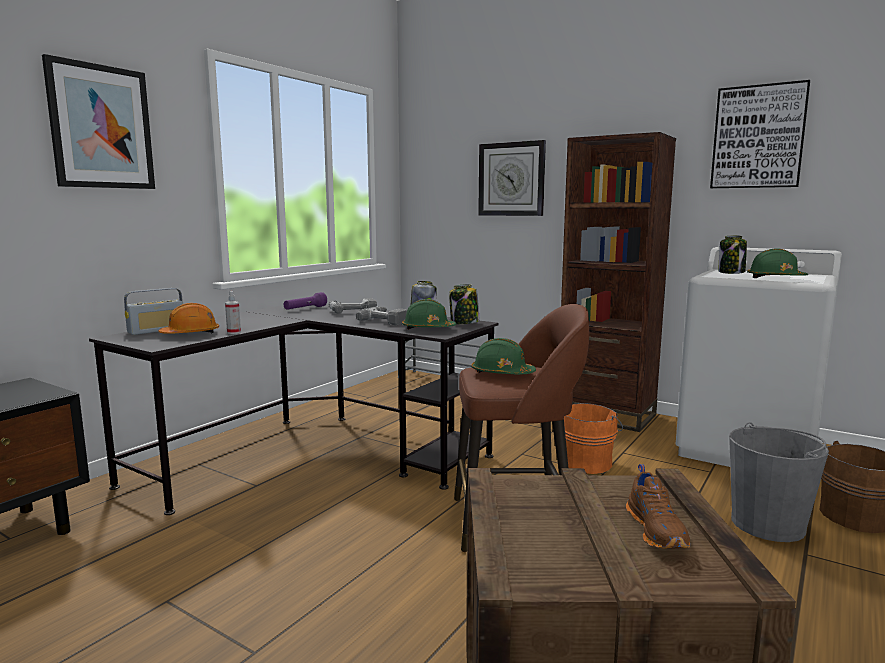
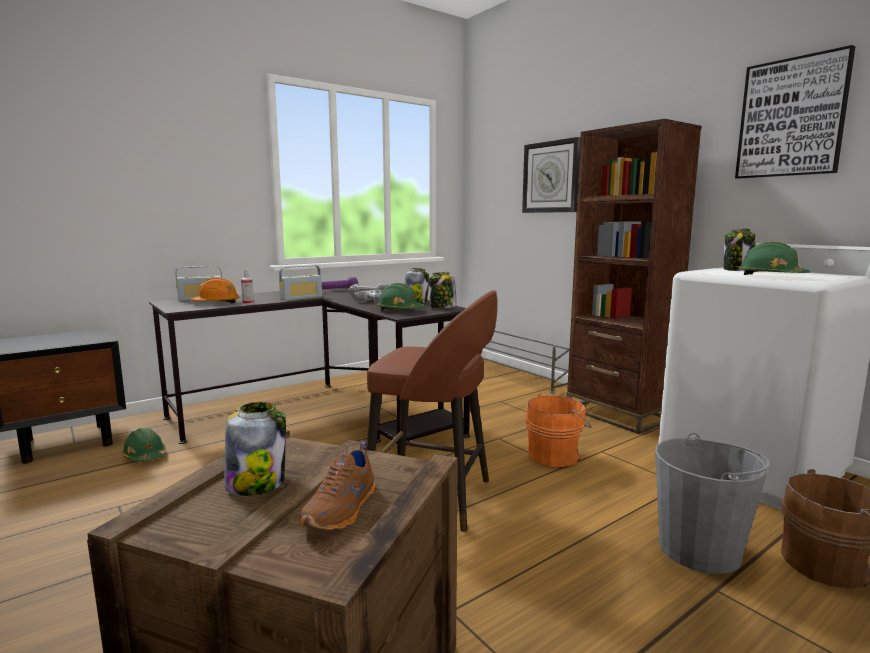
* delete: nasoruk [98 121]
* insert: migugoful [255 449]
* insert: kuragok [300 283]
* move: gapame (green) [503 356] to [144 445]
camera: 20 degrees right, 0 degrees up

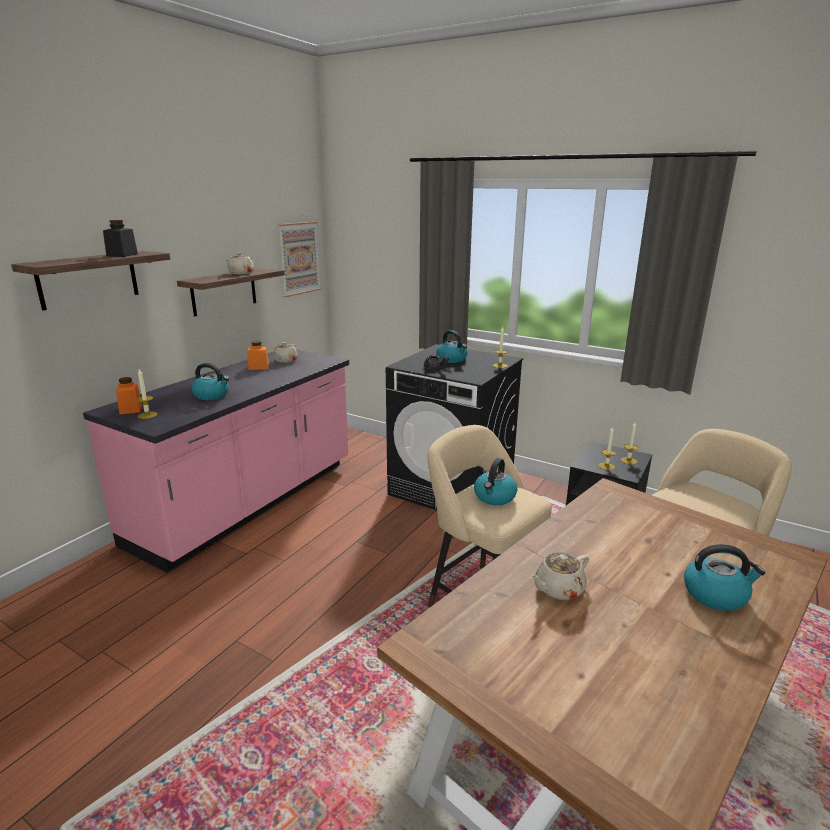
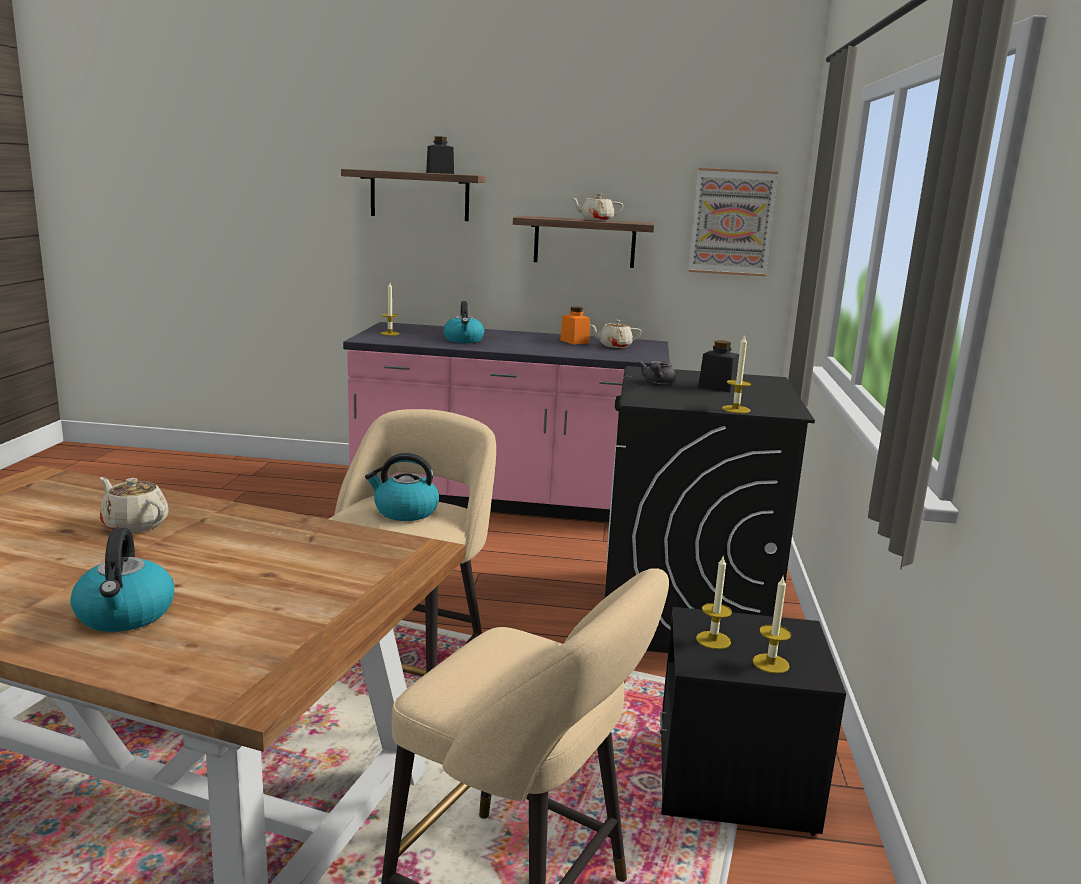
* delete: migugoful (orange) [129 395]
* replace: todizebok [451 346] to migugoful (black) [718 366]
camera: 65 degrees right, 5 degrees down

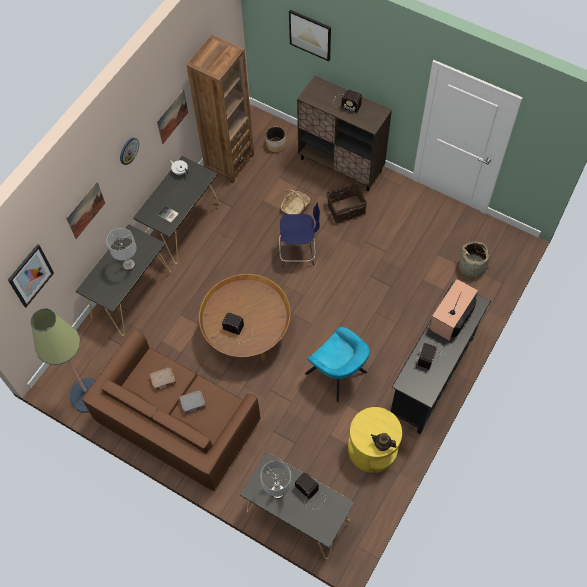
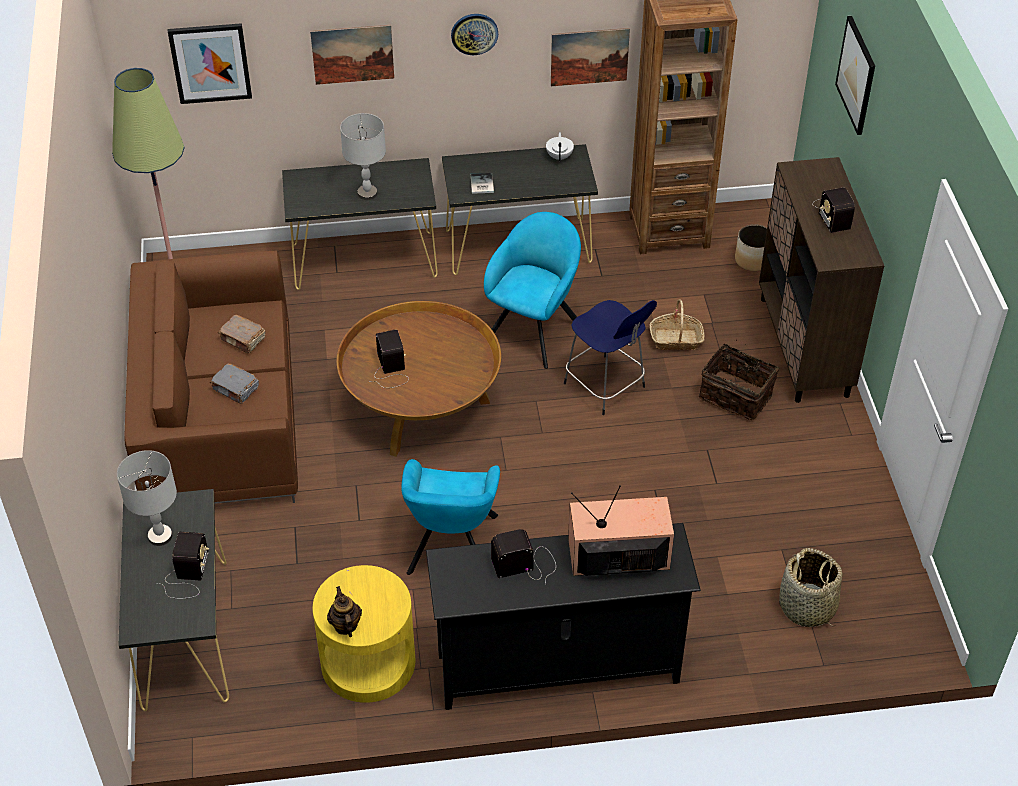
* insert: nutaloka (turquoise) [532 290]
camera: 50 degrees right, 15 degrees down

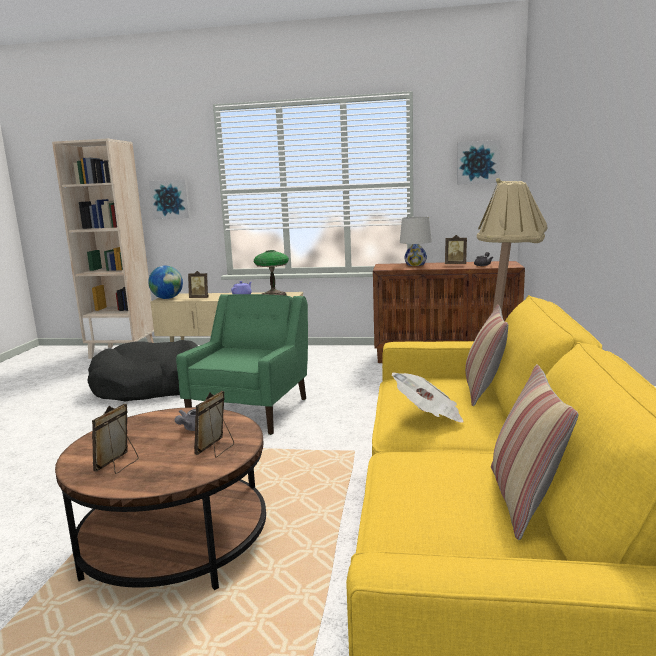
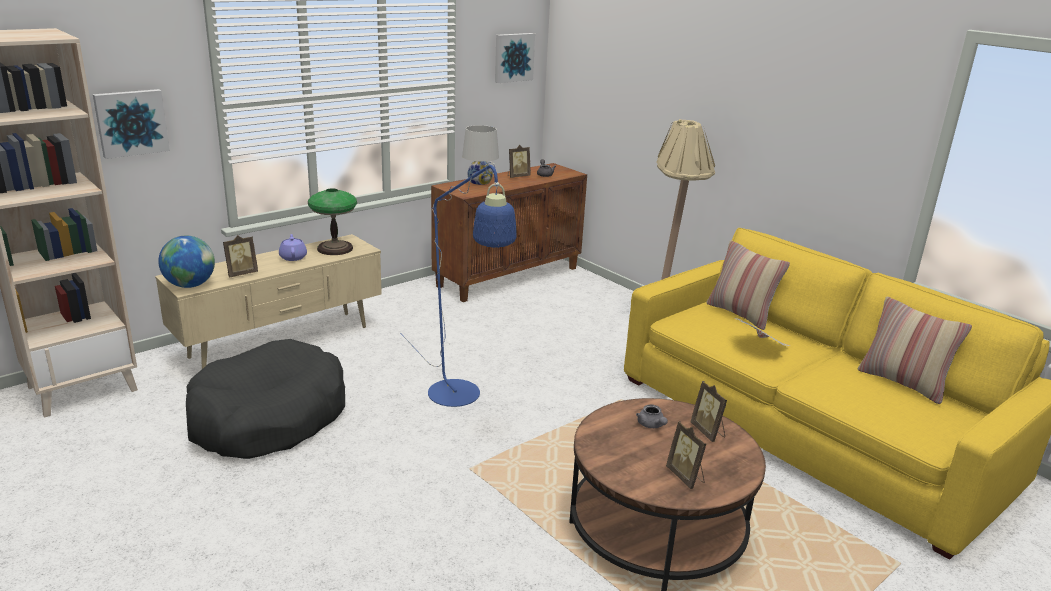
* replace: nutaloka (green) [242 364] to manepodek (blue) [459 284]
camera: 50 degrees left, 10 degrees up

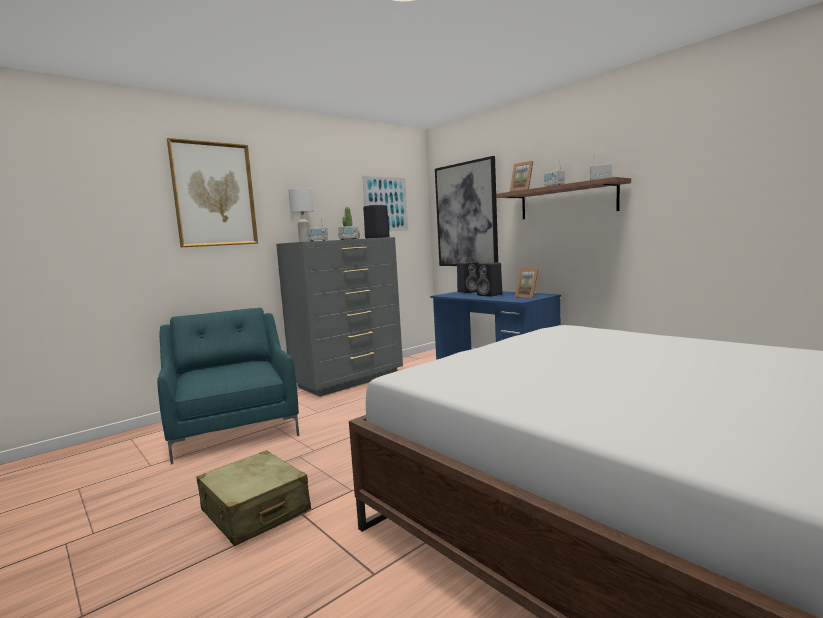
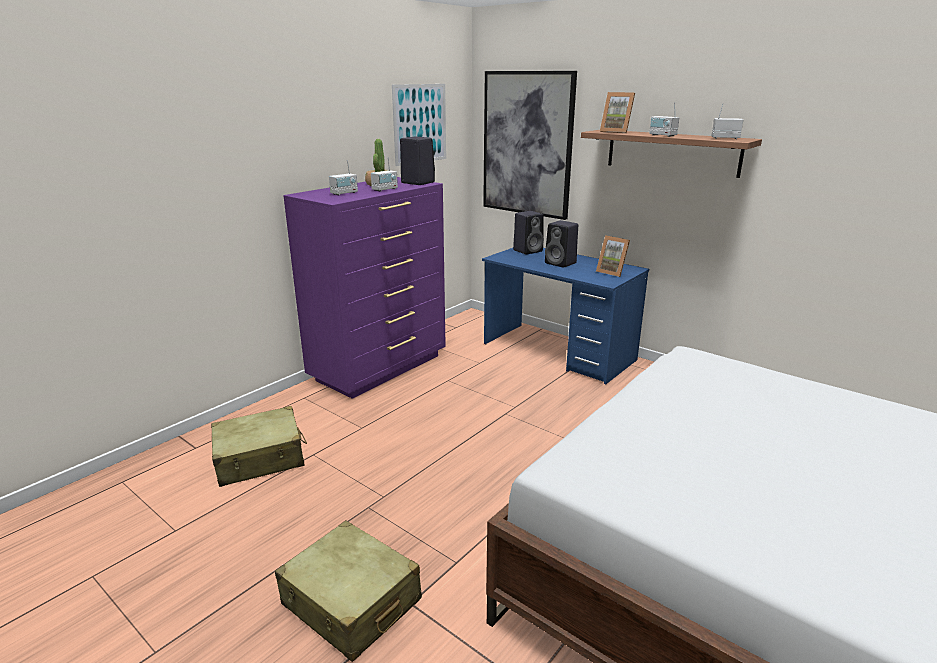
* delete: nasoruk [212 192]
* delete: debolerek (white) [301 215]
* replace: nutaloka (turquoise) [228 385] to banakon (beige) [259 446]
* recolor: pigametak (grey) [339 317] to pigametak (purple) [364 288]
camera: 10 degrees left, 15 degrees up

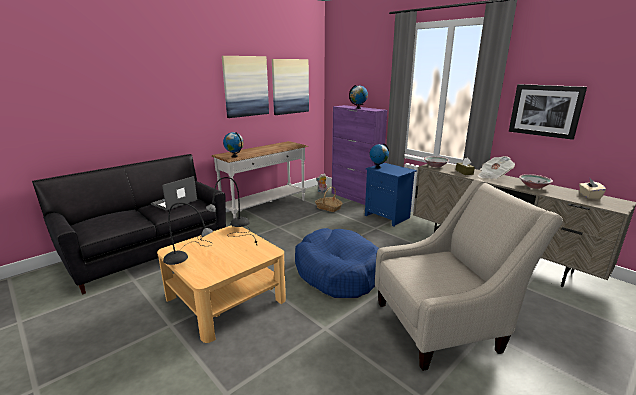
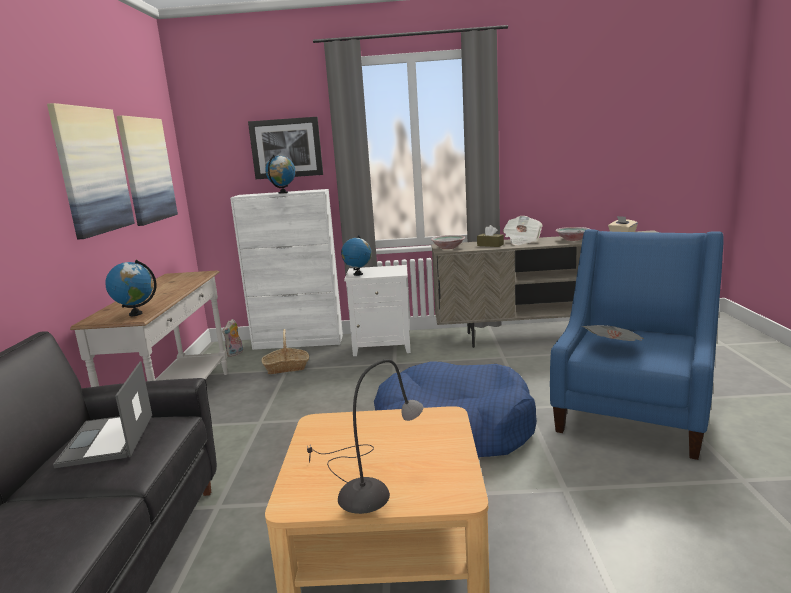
* delete: debolerek (grey) [231 211]
* insert: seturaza [613 333]
* move: nasoruk [548 112] to [285 148]
* recolor: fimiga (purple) [359 155] to fimiga (white) [286 269]
* recolor: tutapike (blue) [391 195] to tutapike (white) [377 310]
* recolor: nutaloka (beige) [469 275] to nutaloka (blue) [637 344]
camera: 45 degrees left, 5 degrees down

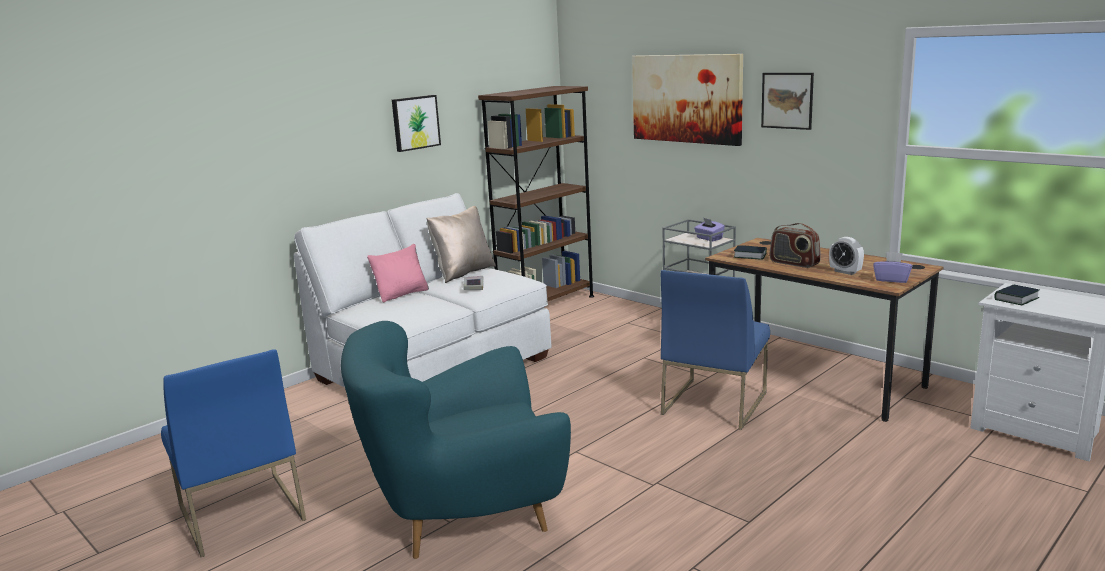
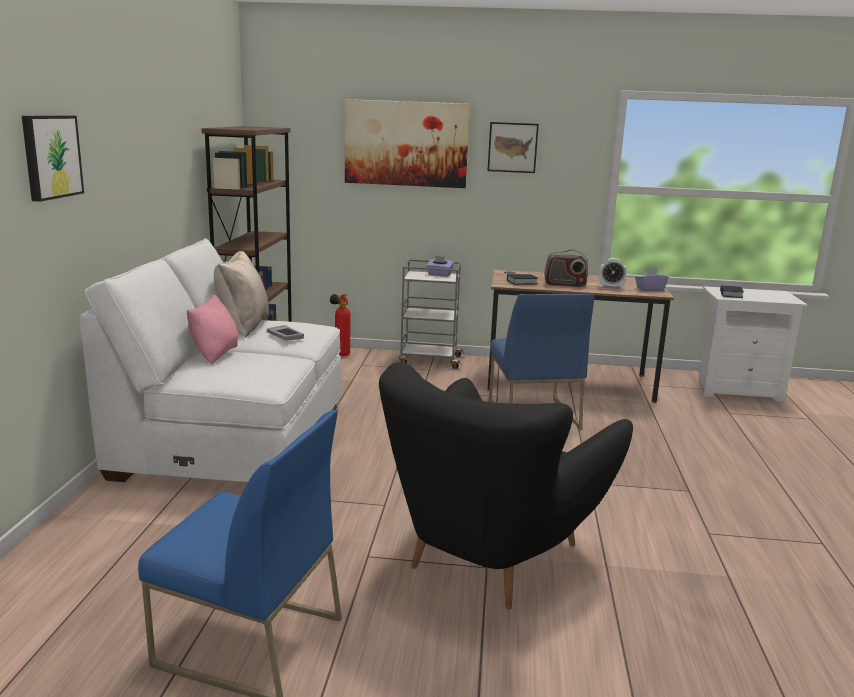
* insert: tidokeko [340 325]
* move: nasoruk [416 123] to [53 158]
* recolor: nutaloka (turquoise) [456 440] to nutaloka (black) [506 486]
camera: 40 degrees left, 0 degrees up

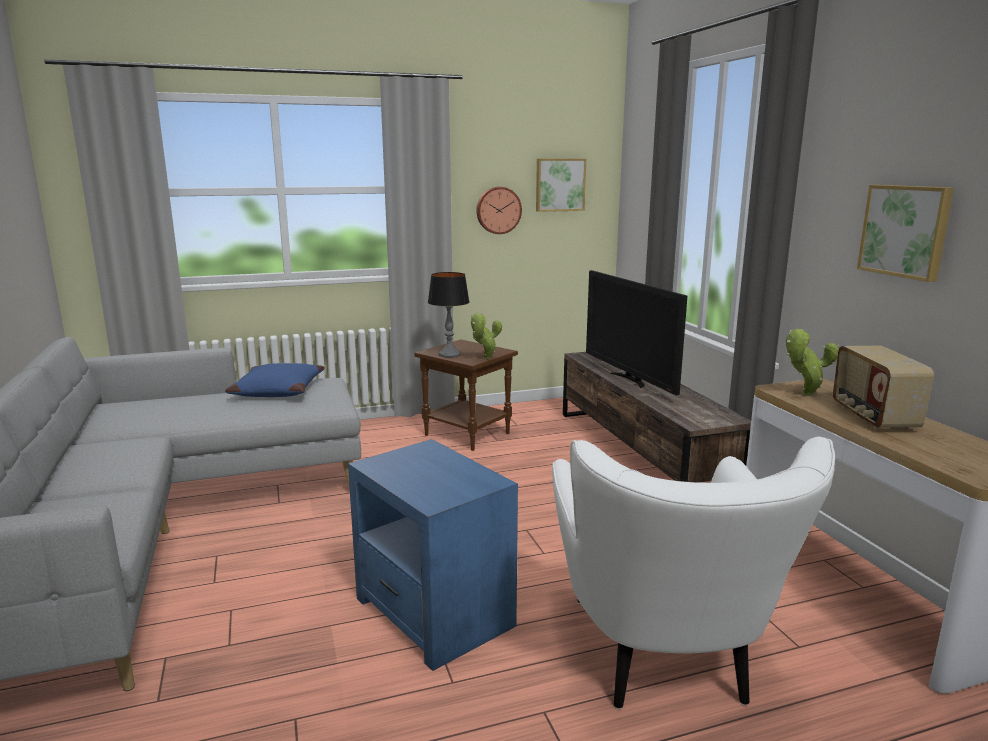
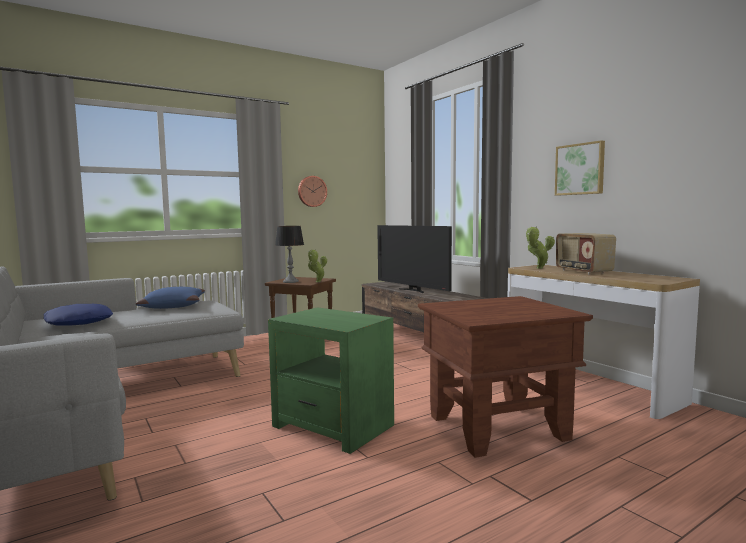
* delete: nasoruk [561 185]
* insert: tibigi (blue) [78 315]
* replace: nutaloka (white) [693 572] to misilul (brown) [505 377]
* recolor: misilul (blue) [433 555] to misilul (green) [331 380]
camera: 15 degrees left, 10 degrees down

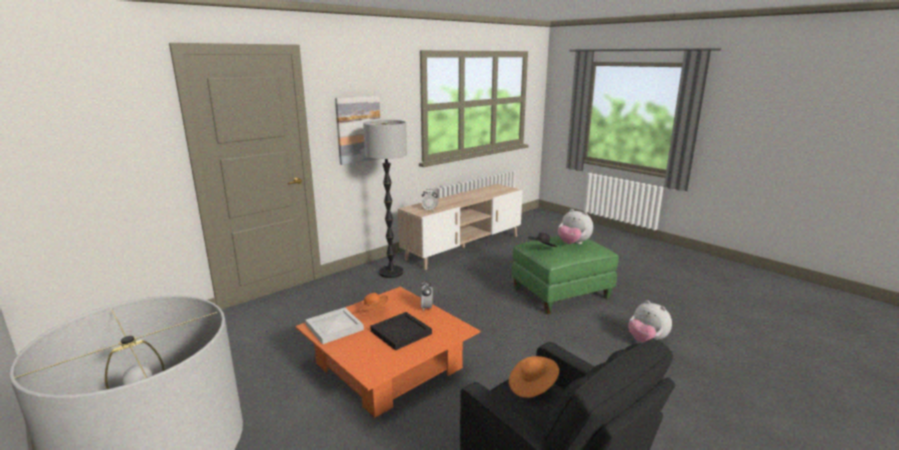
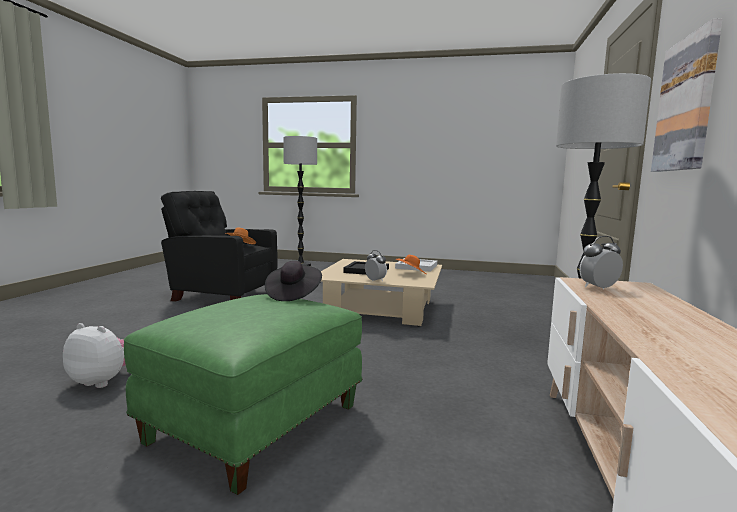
* delete: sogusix [575 226]
* recolor: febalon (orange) [387 352] to febalon (beige) [381 293]
camera: 145 degrees right, 10 degrees down

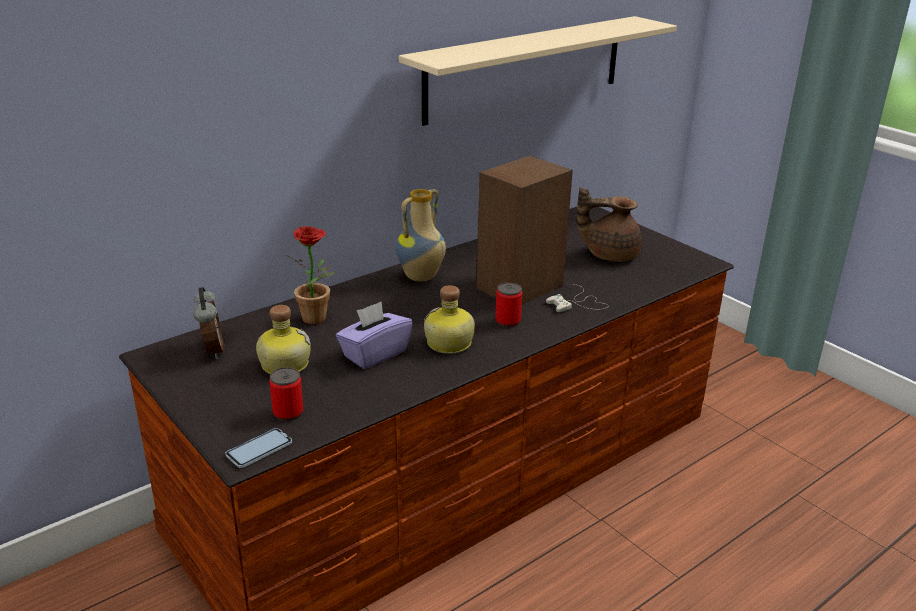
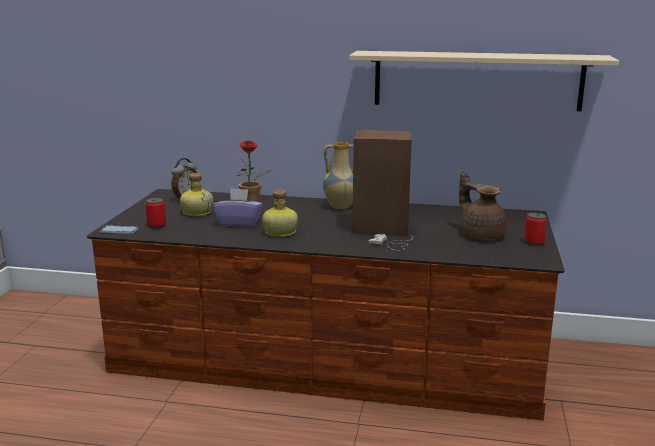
* move: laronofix [508 304] to [535 229]
camera: 50 degrees right, 10 degrees down

